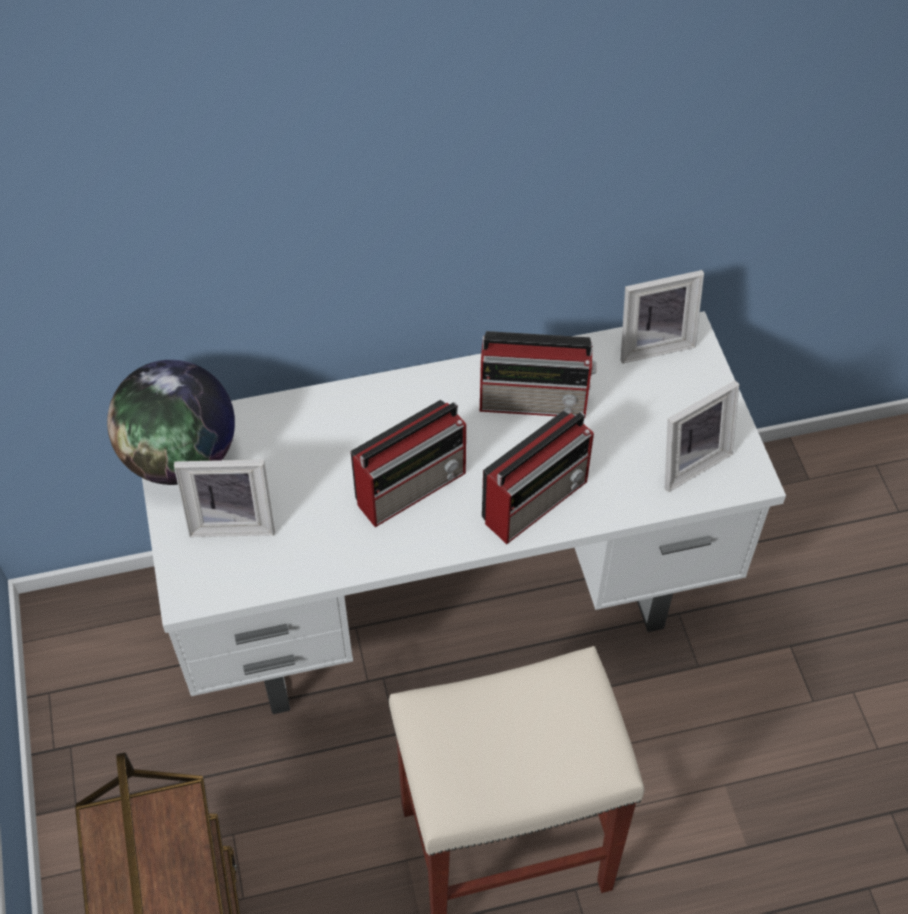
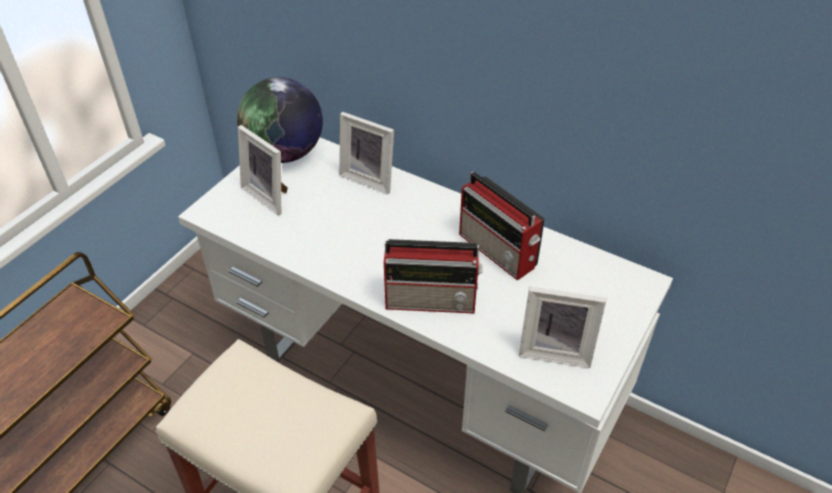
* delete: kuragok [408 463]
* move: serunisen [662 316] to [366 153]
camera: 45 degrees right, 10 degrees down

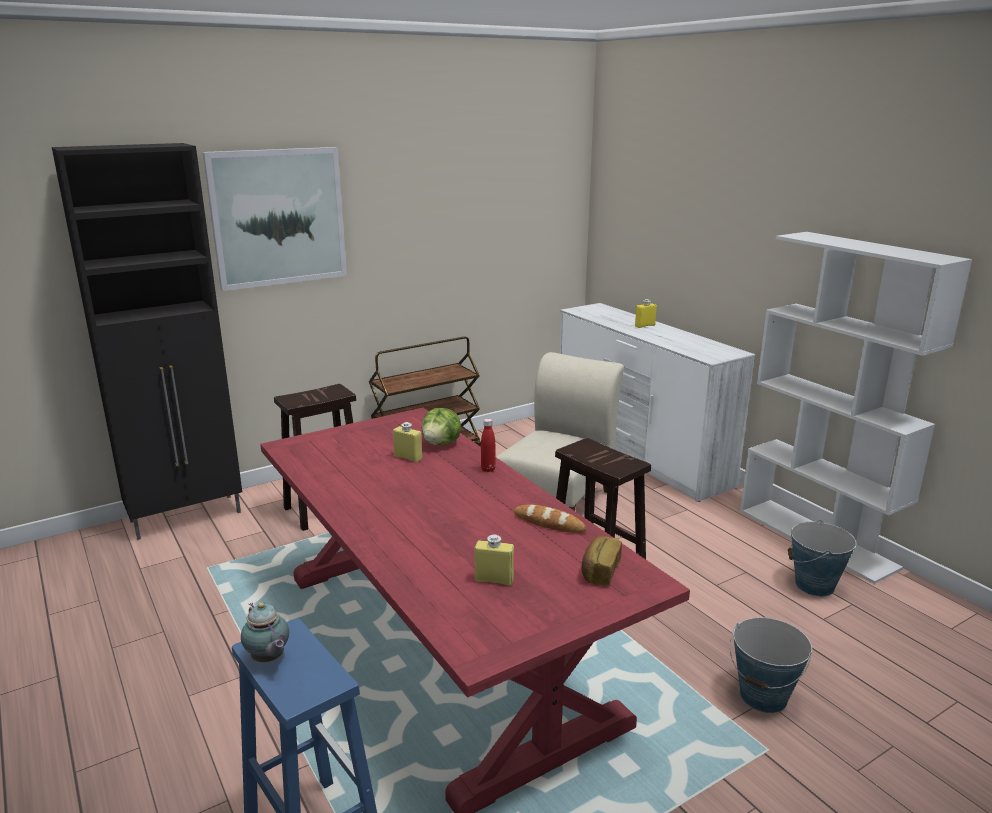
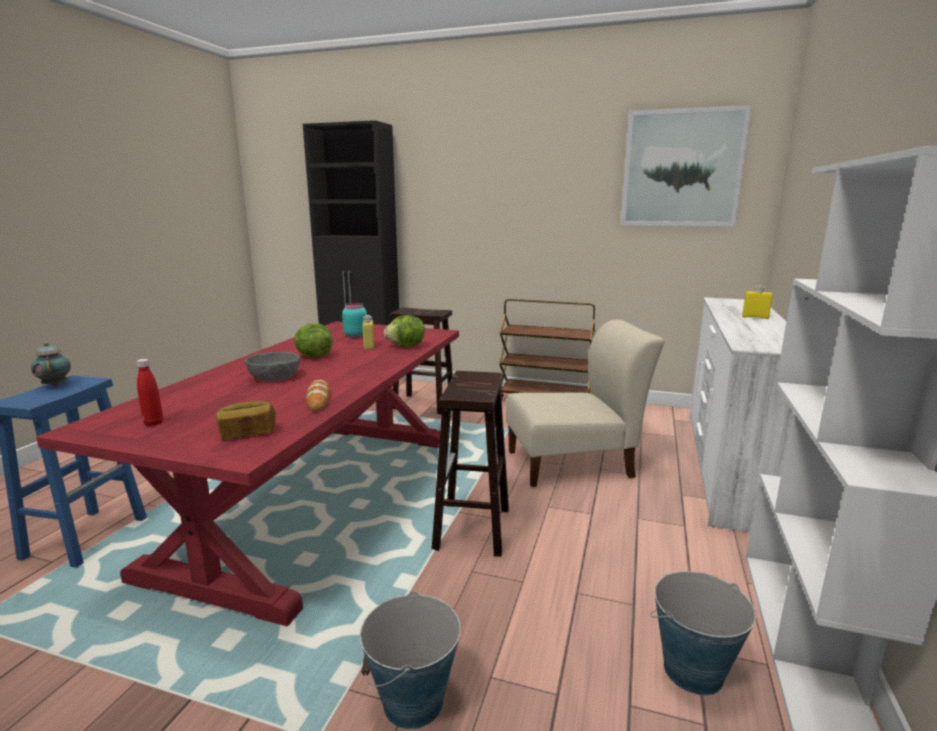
* delete: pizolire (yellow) [494 560]
* insert: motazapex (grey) [272 366]
* insert: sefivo [313 340]
* insert: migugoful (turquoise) [354 320]
* move: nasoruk [275 219] to [686 166]
* move: pizolire (red) [488 445] to [149 392]
* rotate: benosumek [265 632] = [51 364] 135 degrees clockwise
camera: 50 degrees right, 5 degrees down

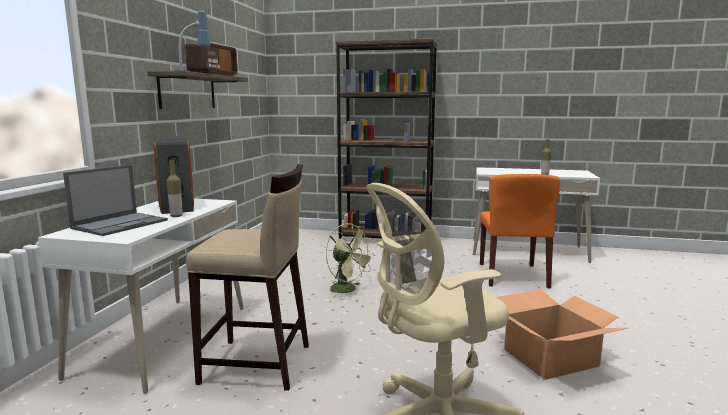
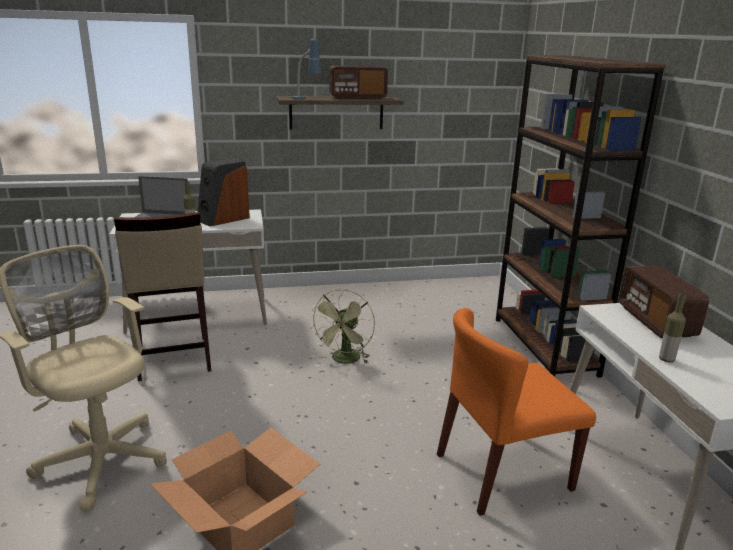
* insert: kuragok [664 302]
camera: 65 degrees right, 10 degrees up

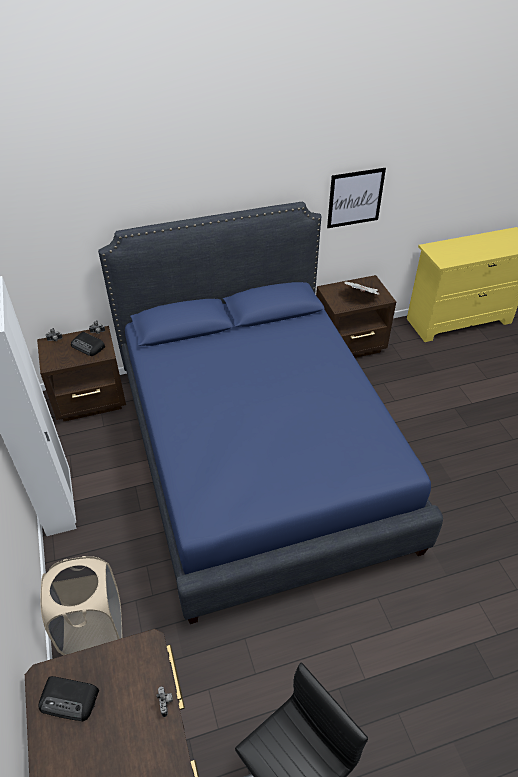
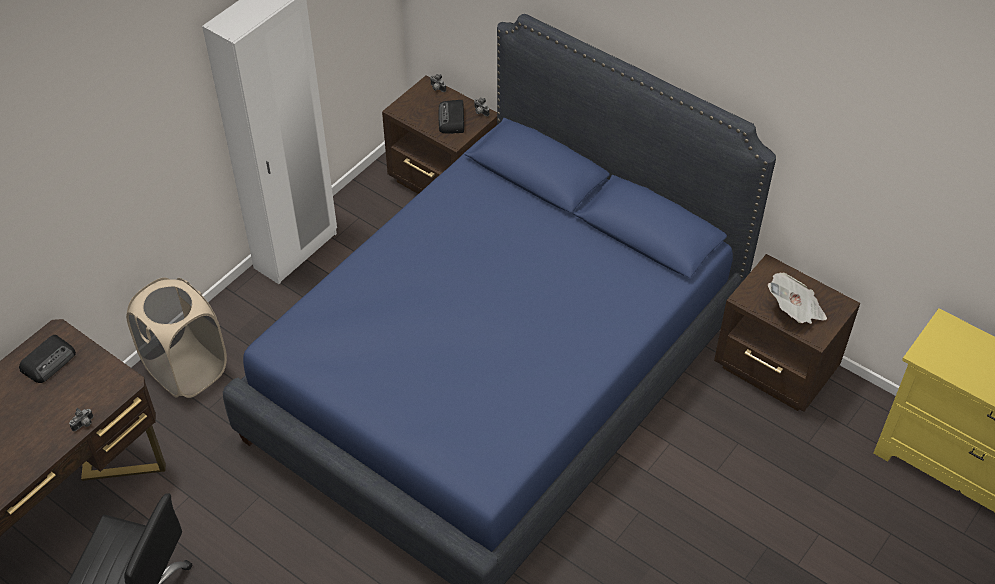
* delete: nasoruk [356 198]
* rotate: kuragok [68 698] = [47 359] 120 degrees counterclockwise
camera: 55 degrees right, 5 degrees up

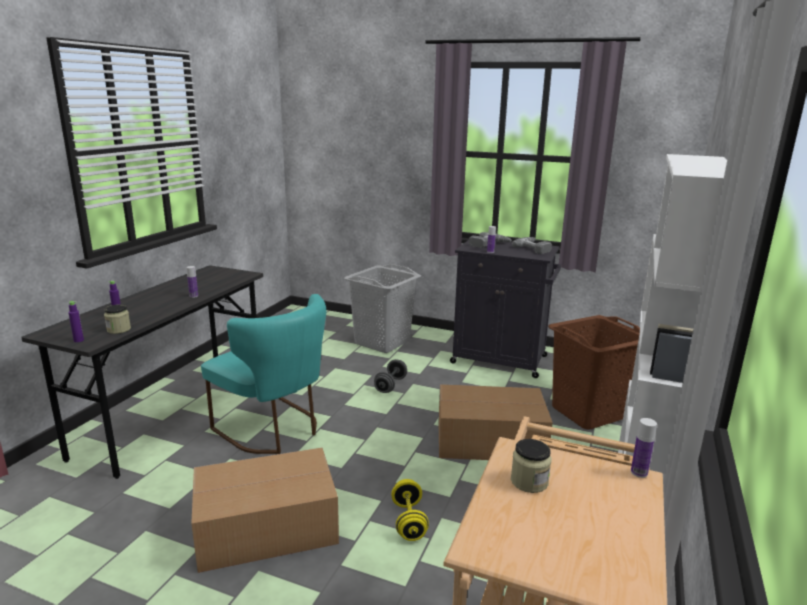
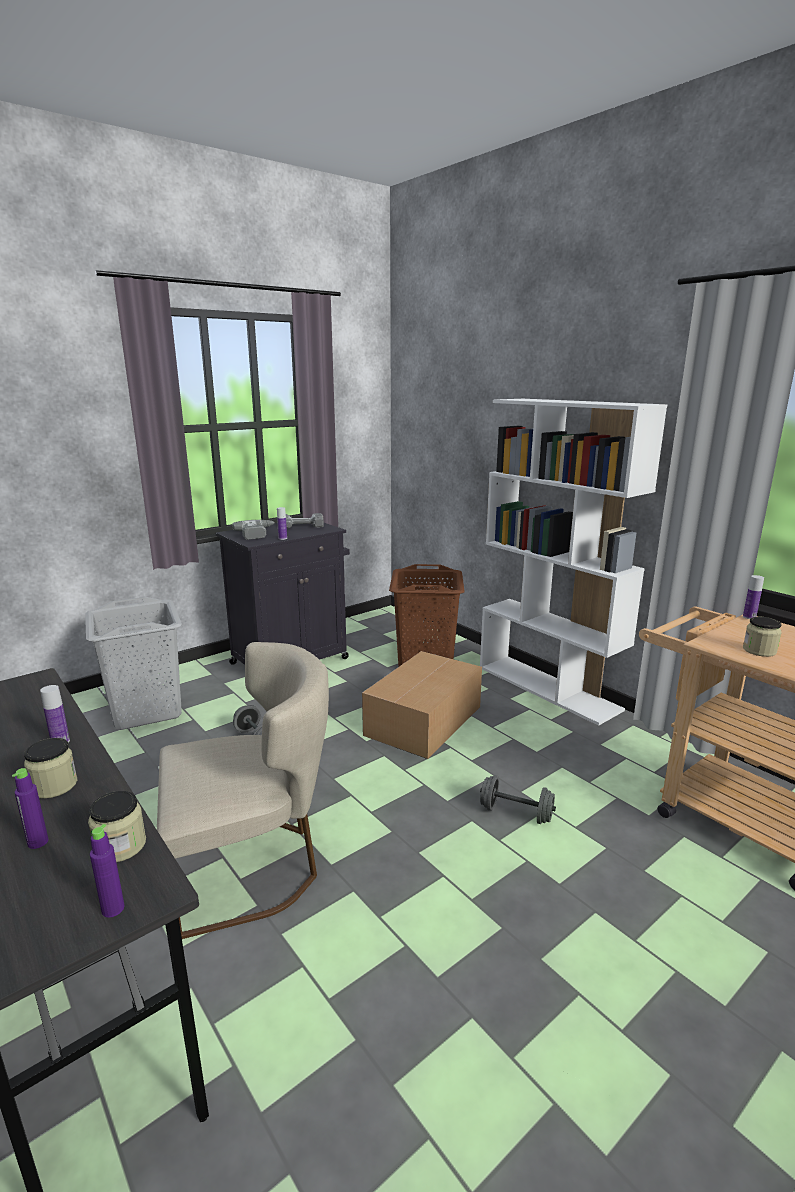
* delete: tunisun [265 510]
* insert: migugoful [50 768]
* recolor: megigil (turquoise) [263 374] to megigil (beige) [243 790]
* recolor: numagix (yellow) [410 510] to numagix (grey) [518 799]
camera: 60 degrees left, 0 degrees up

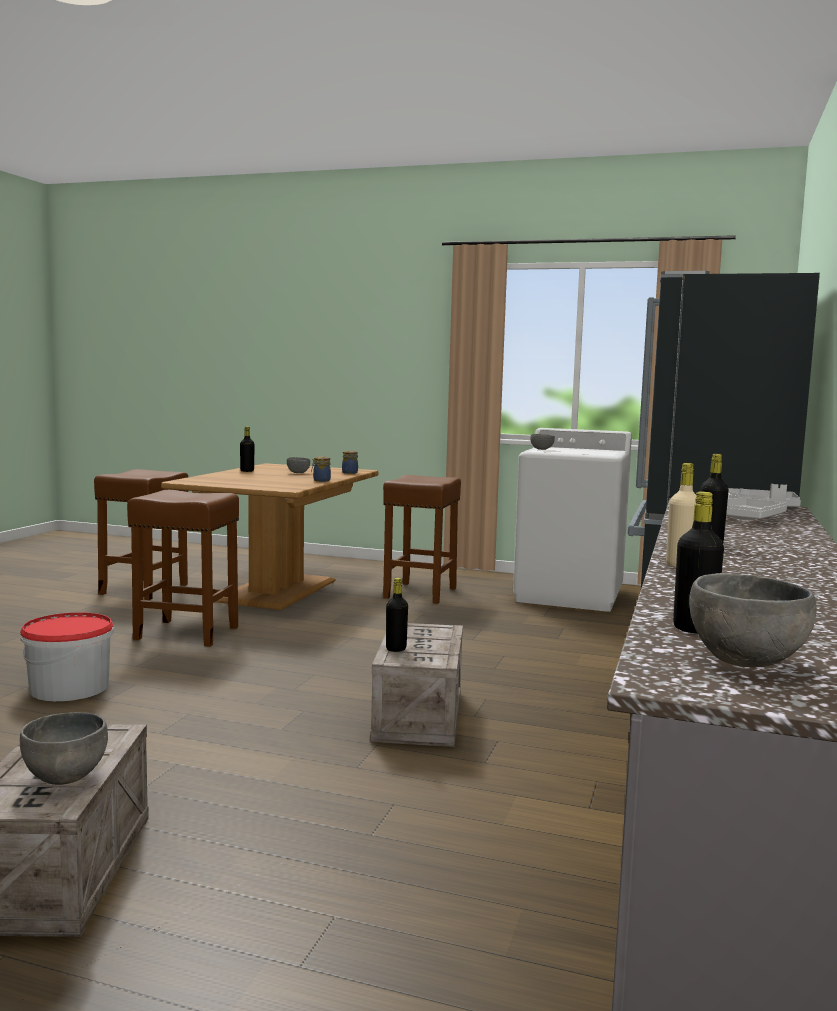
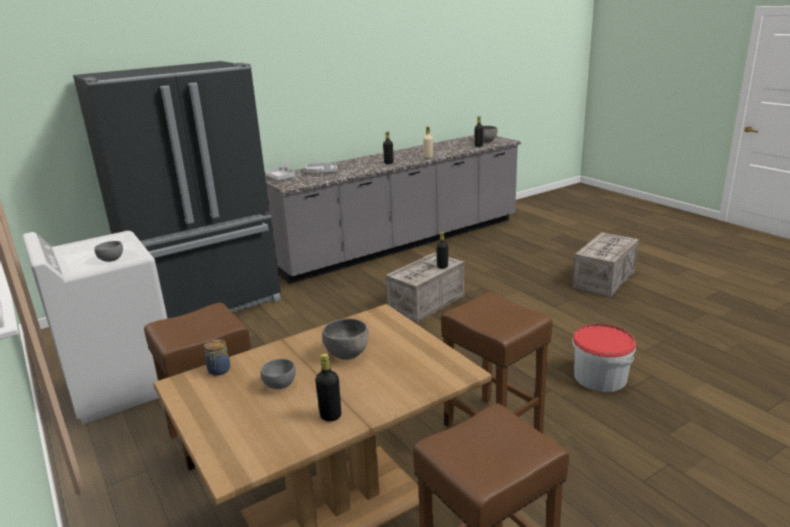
* delete: migugoful [321 469]
* move: motazapex (grey) [64 748] to [345 339]
camera: 140 degrees left, 15 degrees up

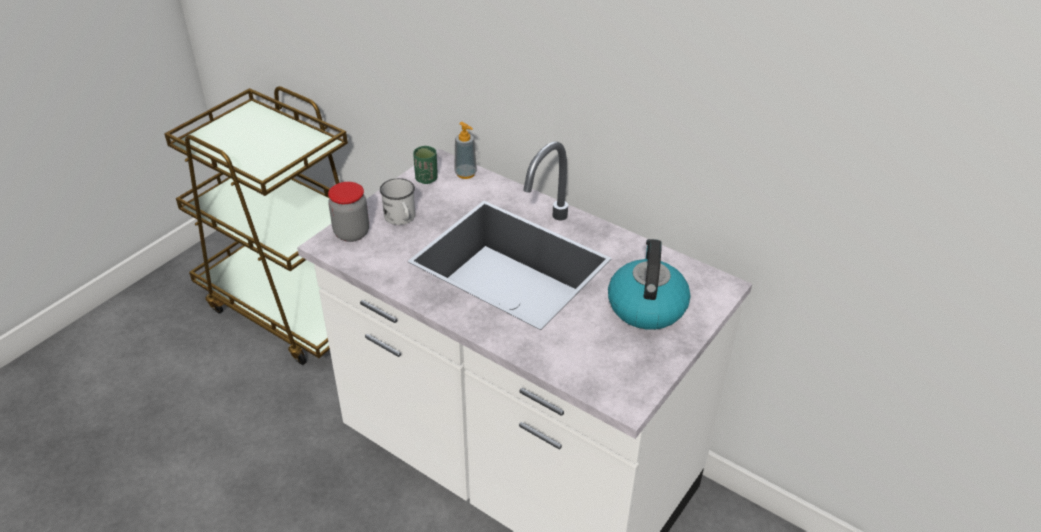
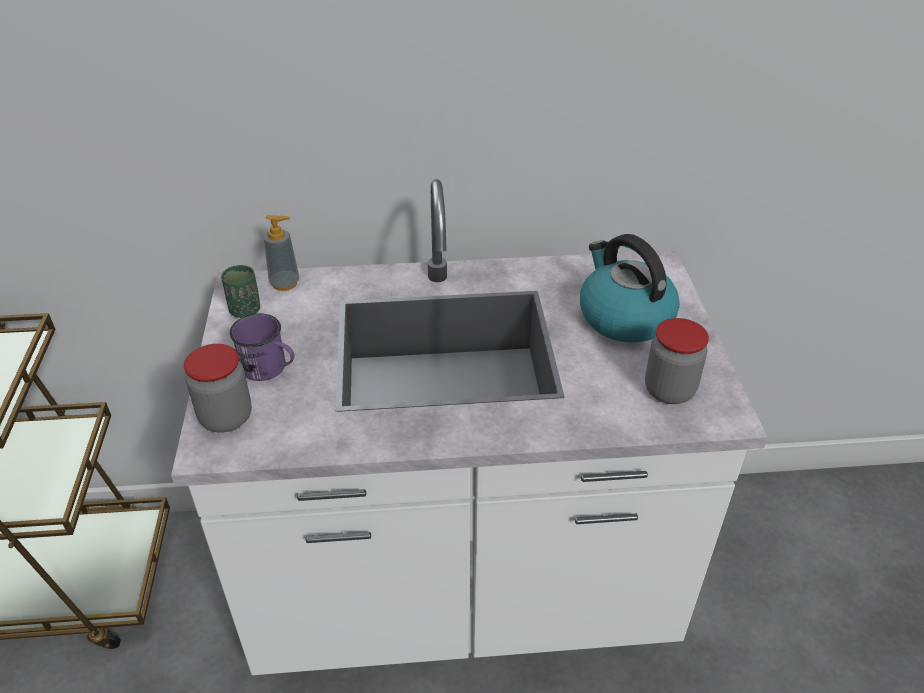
* insert: migugoful [677 361]
* recolor: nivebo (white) [397 201] to nivebo (purple) [262 347]
camera: 40 degrees left, 0 degrees up

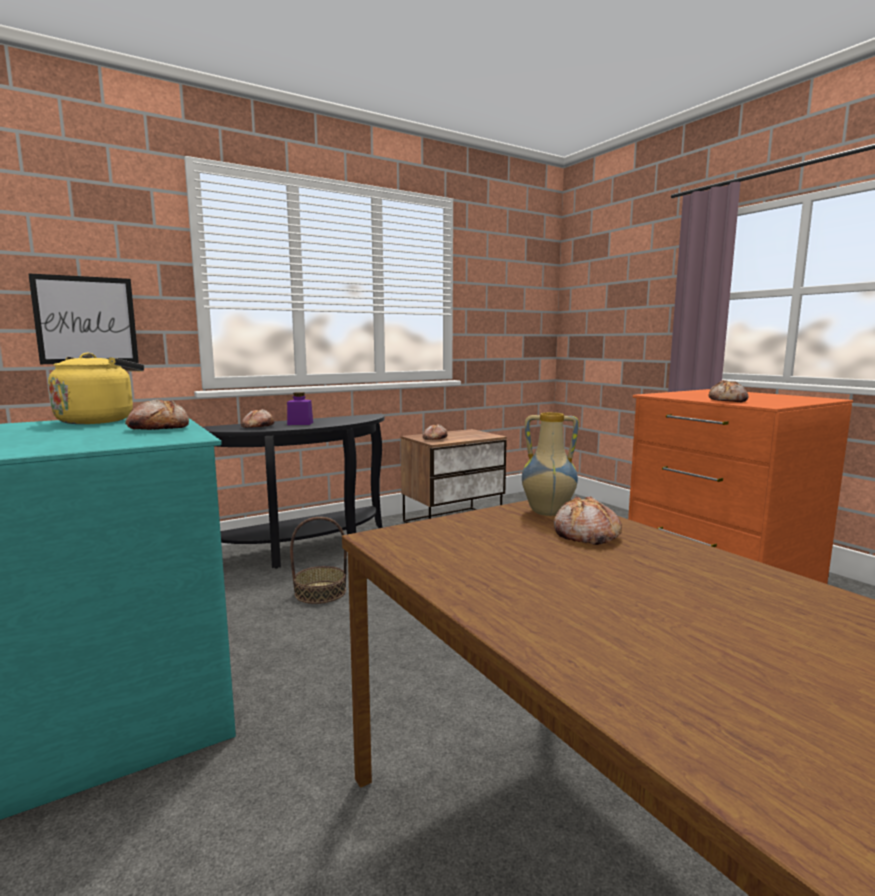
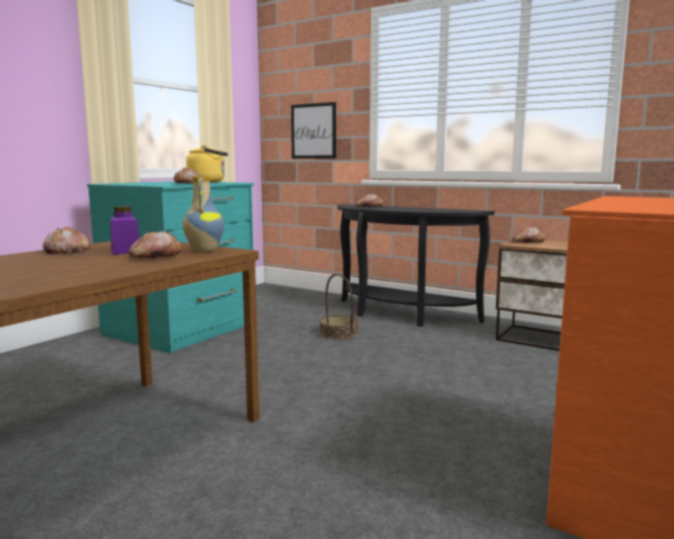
* move: migugoful (purple) [300 408] to [124 230]
* move: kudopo [728 391] to [66 240]
camera: 65 degrees right, 0 degrees up

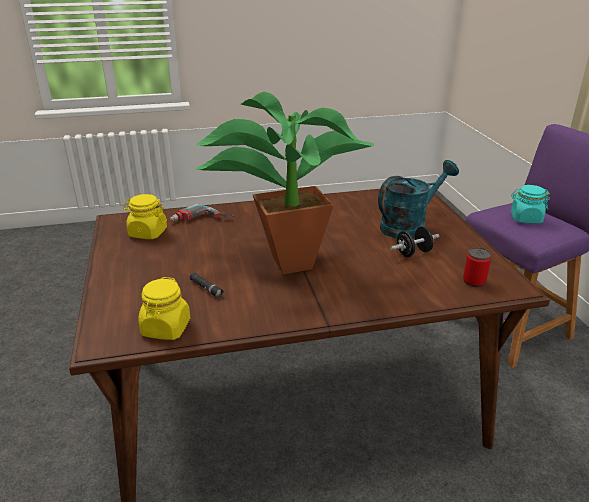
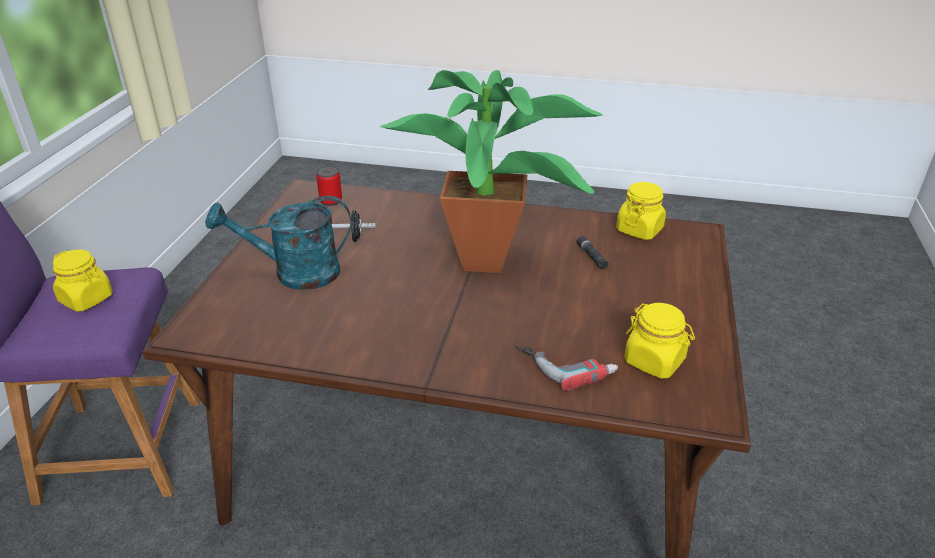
* recolor: migugoful (turquoise) [530 204] to migugoful (yellow) [83 281]
camera: 155 degrees left, 5 degrees up

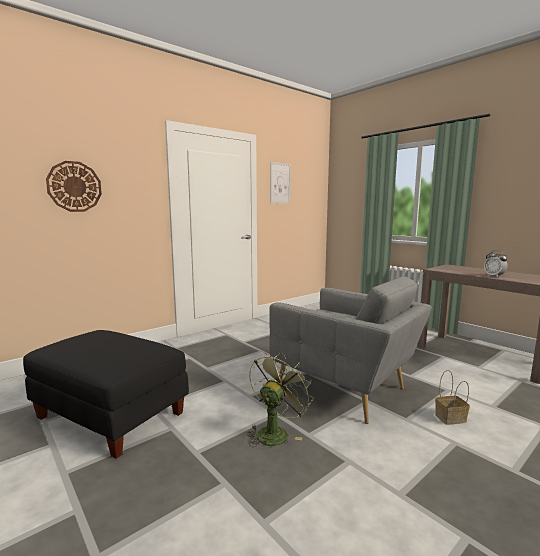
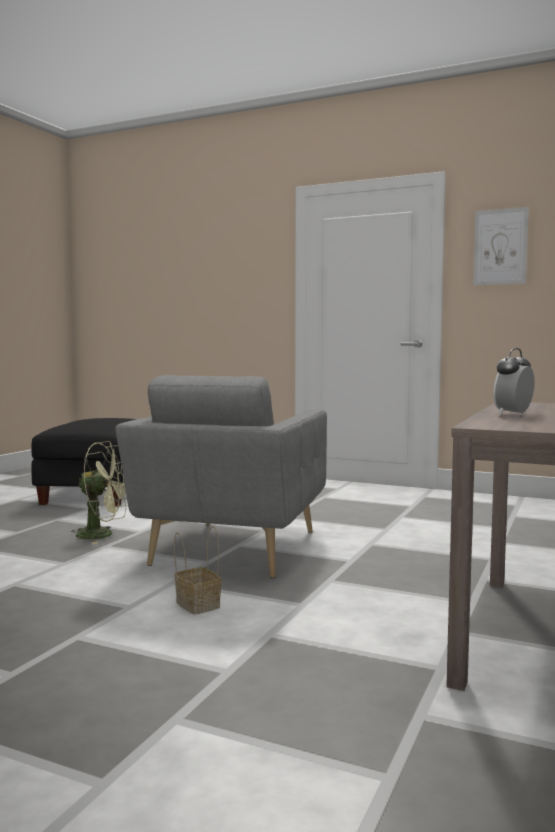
* delete: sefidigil [74 186]
camera: 65 degrees right, 5 degrees down

